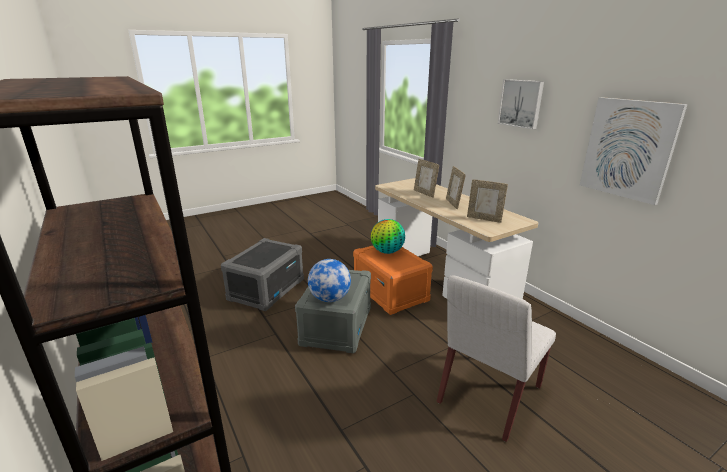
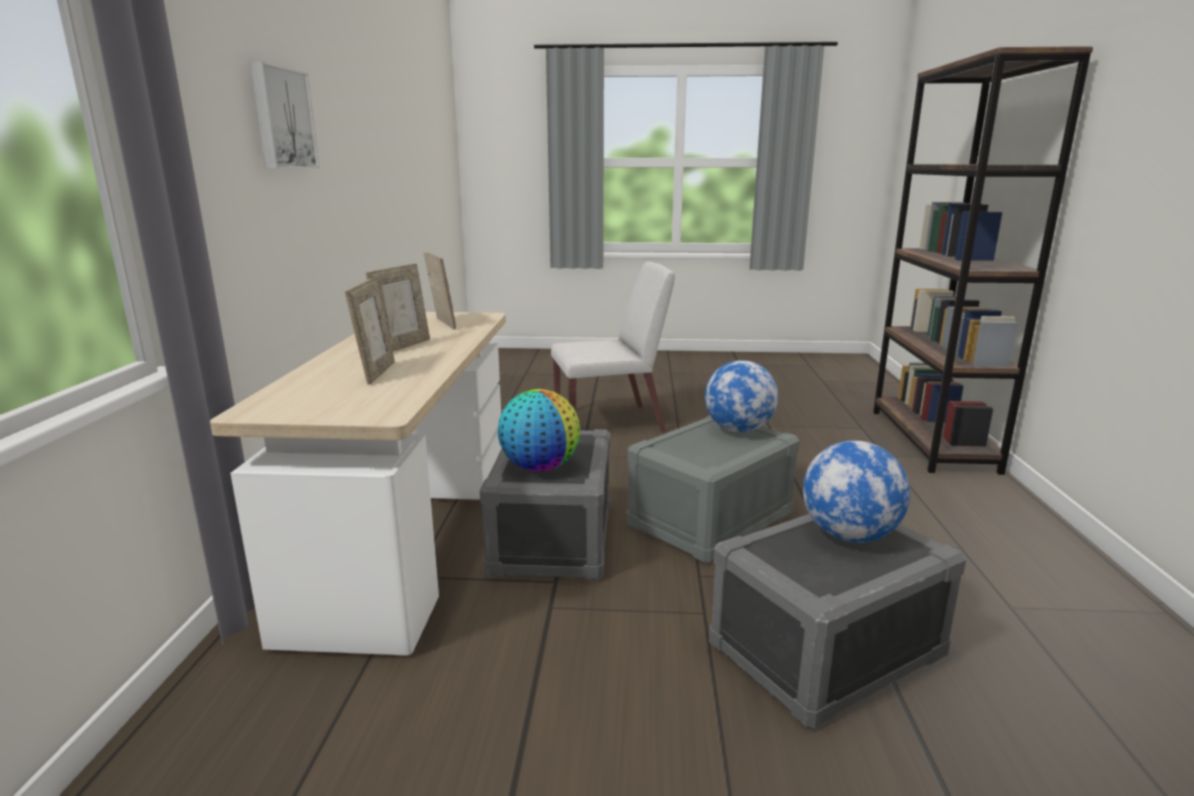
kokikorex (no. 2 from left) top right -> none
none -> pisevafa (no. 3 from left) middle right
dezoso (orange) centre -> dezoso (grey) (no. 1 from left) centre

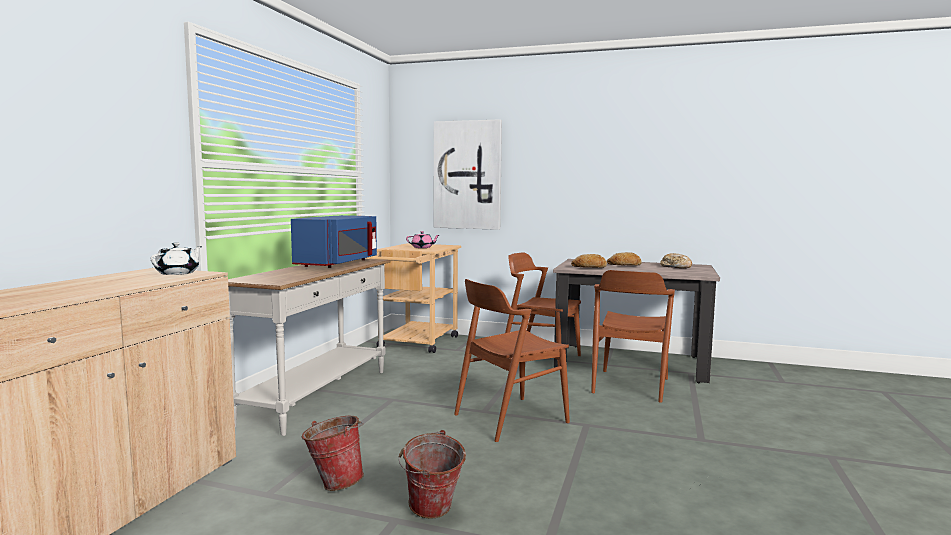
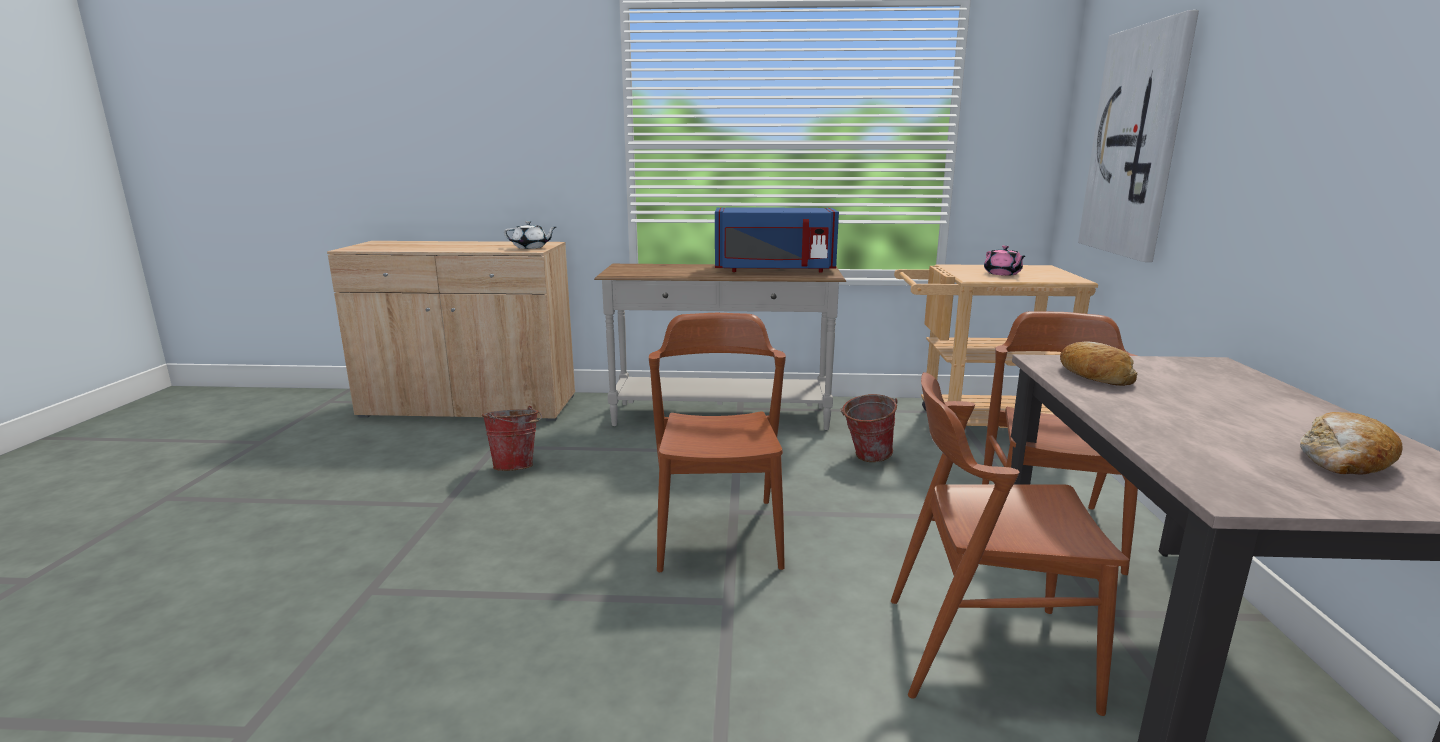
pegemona (no. 2 from left) centre -> none
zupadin (no. 2 from left) bottom centre -> zupadin (no. 2 from left) centre, shifted
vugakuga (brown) (no. 1 from left) bottom centre -> vugakuga (brown) (no. 1 from left) centre, 45 degrees clockwise

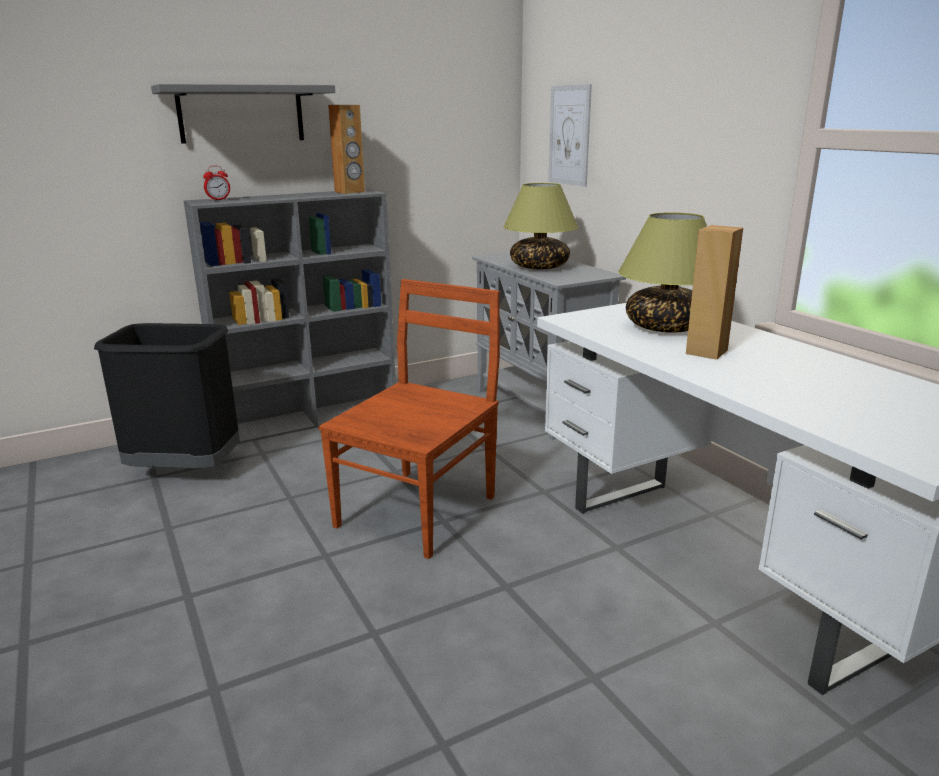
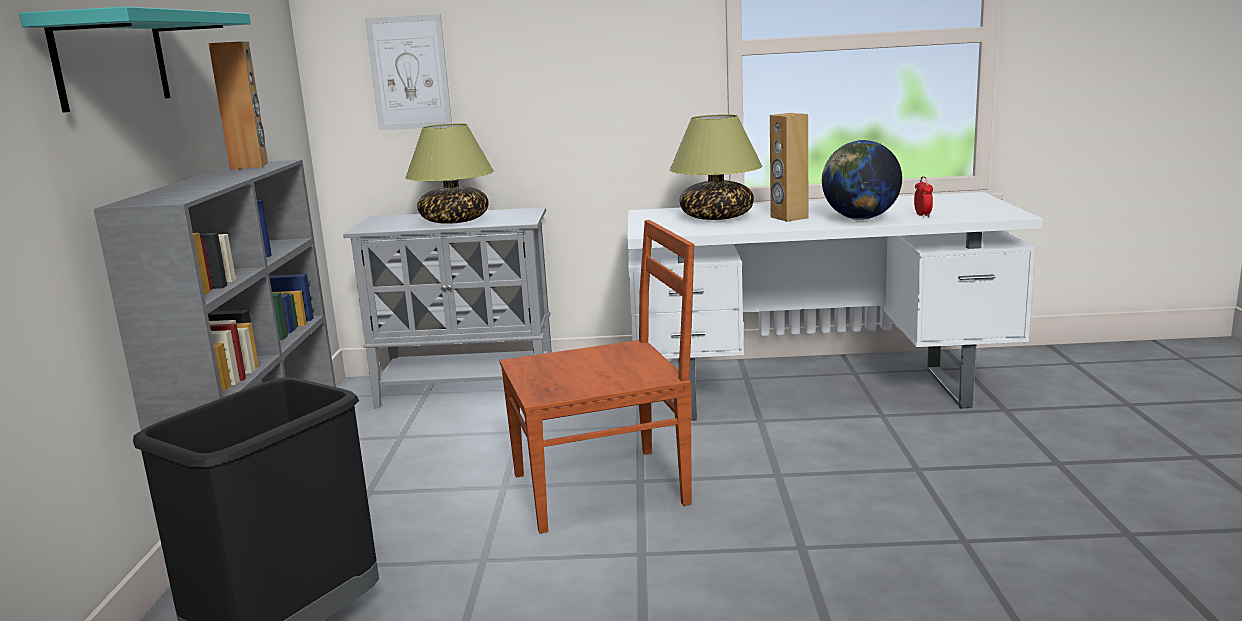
none -> pisevafa top right
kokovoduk top left -> kokovoduk top right, shifted
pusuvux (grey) top left -> pusuvux (turquoise) top left
vugakuga (brown) centre, 105 degrees clockwise

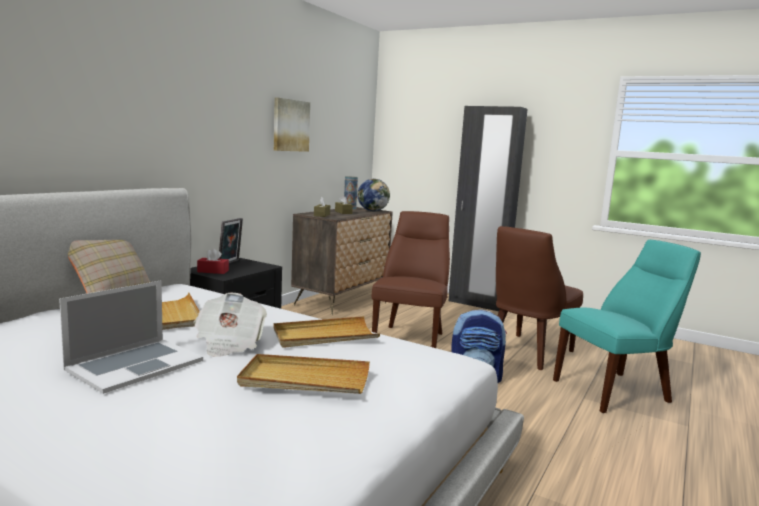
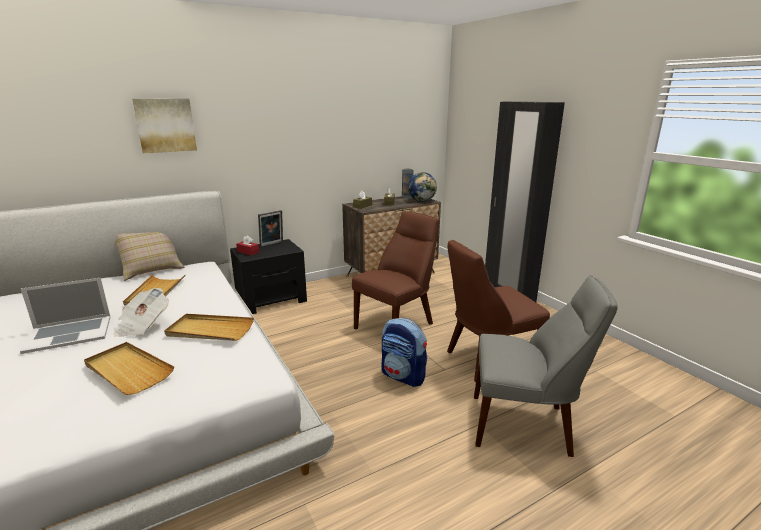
kokikorex top centre -> kokikorex top left, shifted
vugakuga (turquoise) middle right -> vugakuga (grey) bottom right

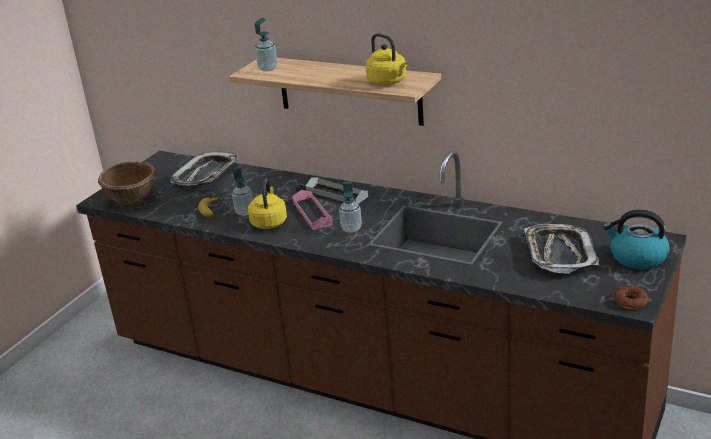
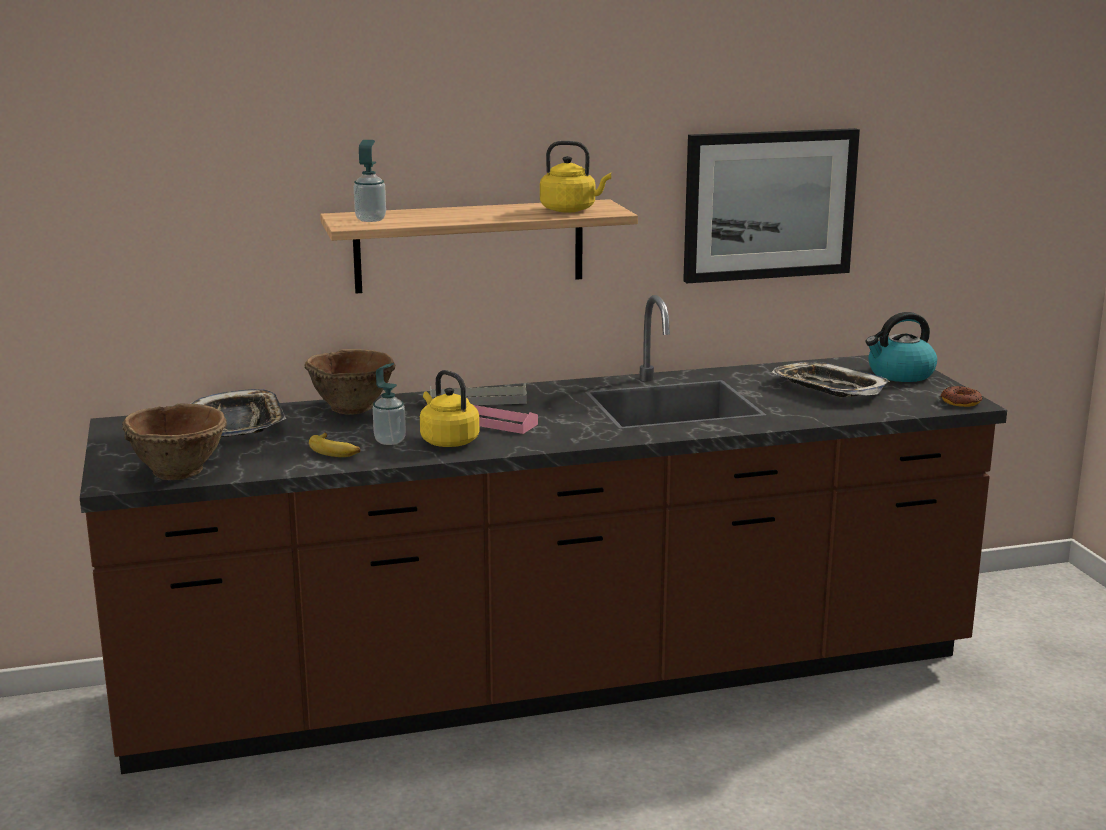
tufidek (no. 3 from left) centre -> none
none -> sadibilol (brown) (no. 2 from left) middle left
none -> kokikorex top right

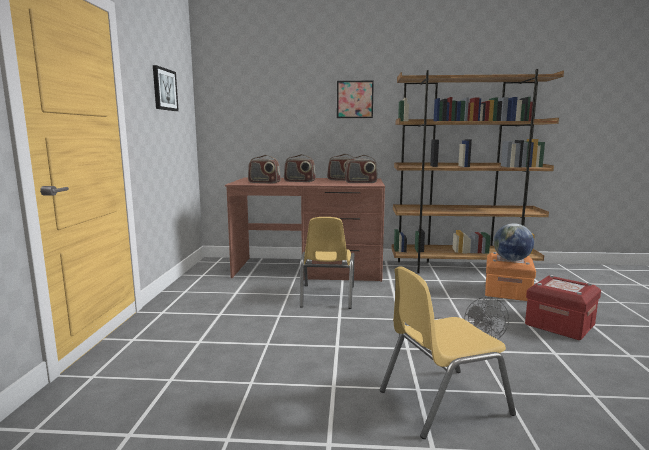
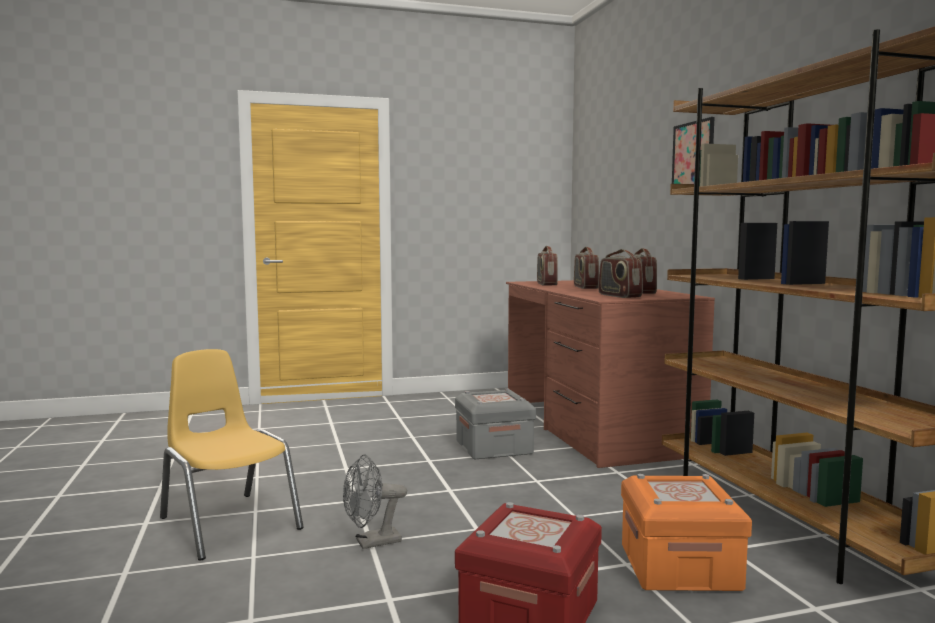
kokikorex (no. 1 from left) top left -> none
pisevafa middle right -> none
vugakuga (yellow) (no. 1 from left) centre -> dezoso (grey) bottom centre

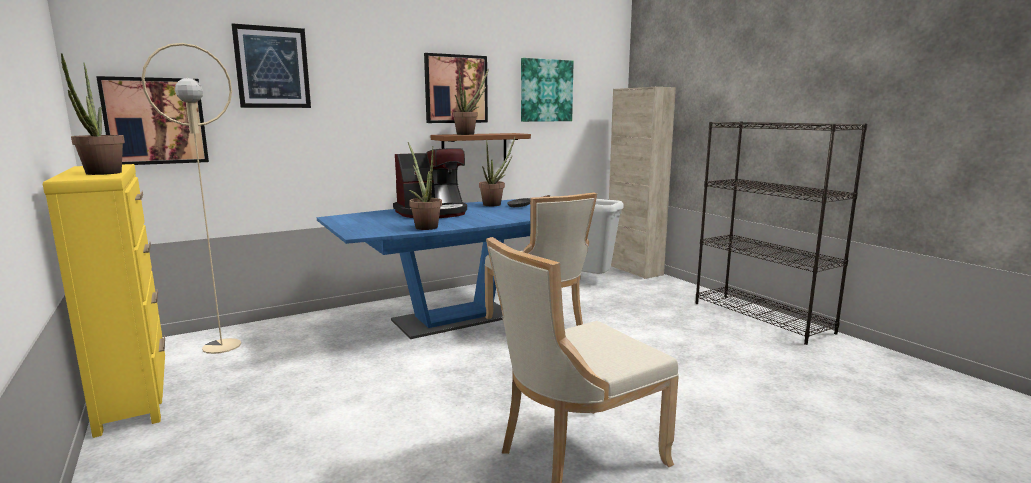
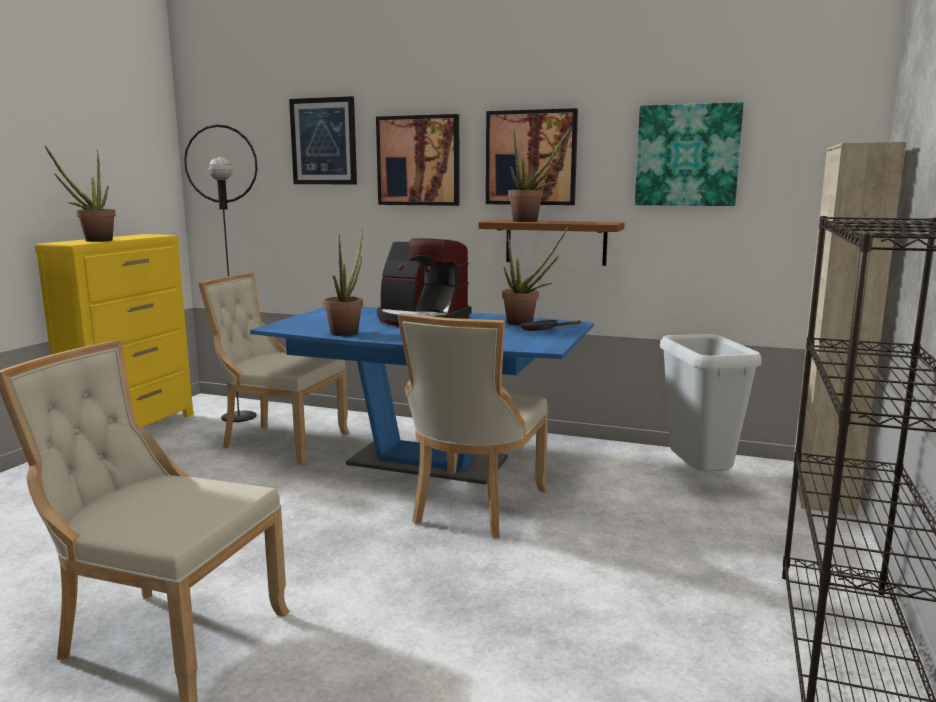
none -> vugakuga (beige) (no. 2 from left) middle left
kokikorex (no. 1 from left in the first image) top left -> kokikorex (no. 2 from left) top centre, shifted
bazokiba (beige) middle left -> bazokiba (black) middle left

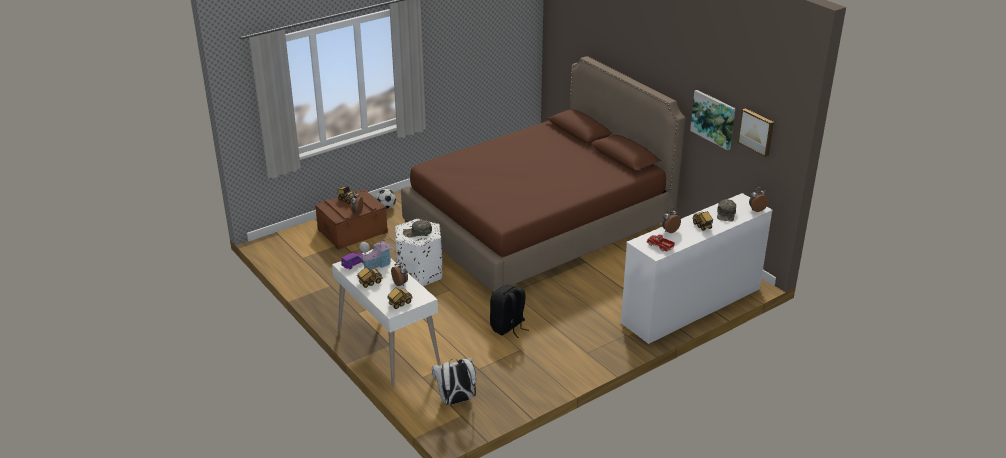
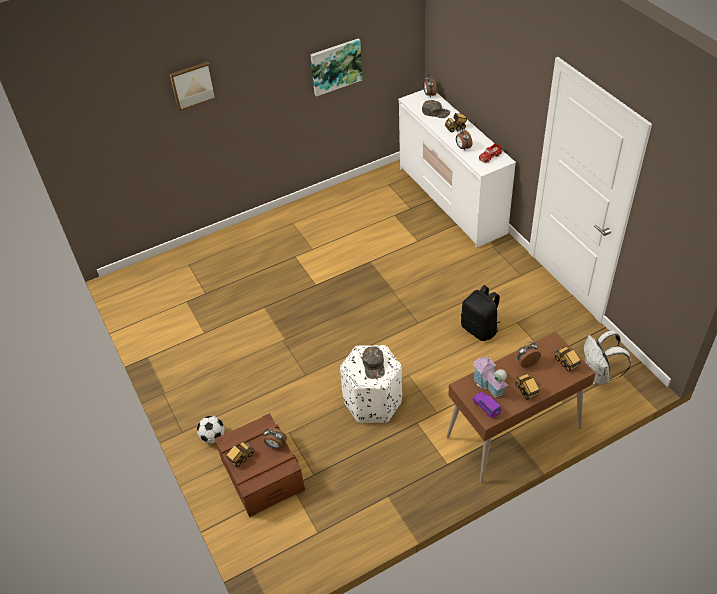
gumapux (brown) centre -> none
kokikorex (no. 2 from left in the first image) top right -> kokikorex (no. 1 from left) top left, shifted
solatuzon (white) bottom centre -> solatuzon (brown) bottom right

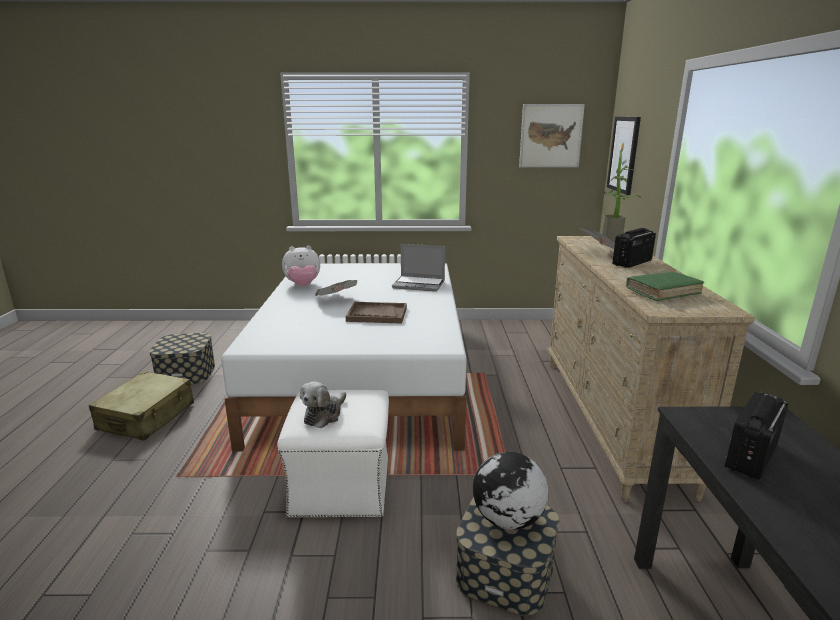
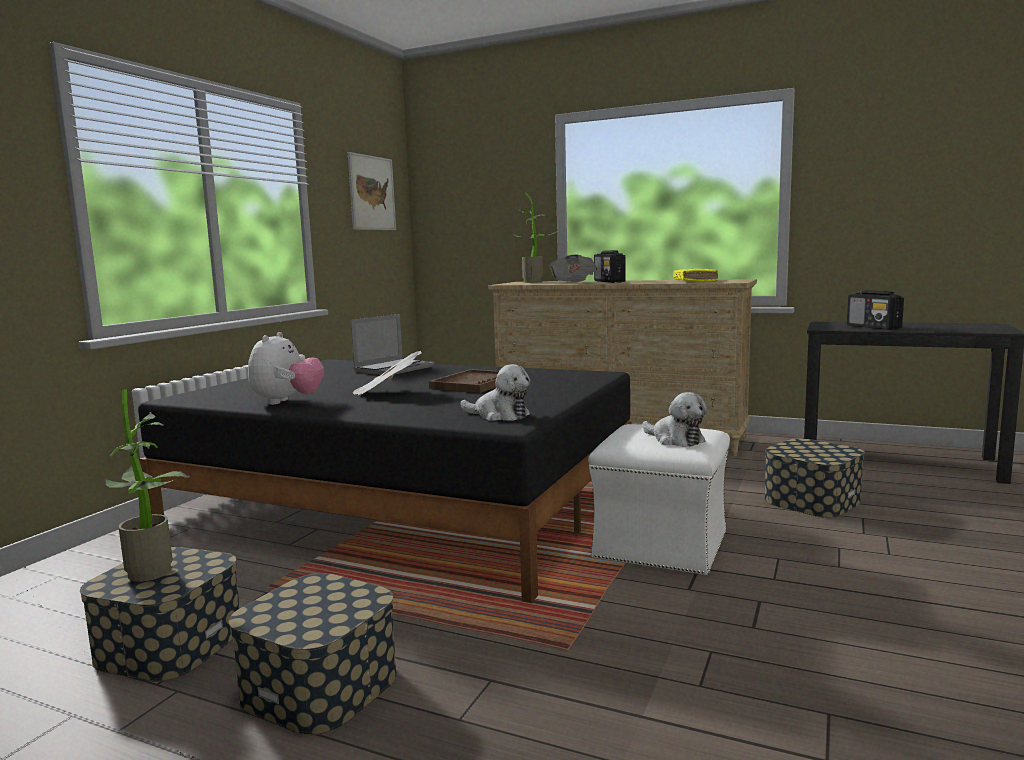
pisevafa bottom centre -> none
kokikorex (no. 2 from left) top right -> none
none -> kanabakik (no. 1 from left) middle left
none -> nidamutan (no. 2 from left) centre
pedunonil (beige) middle left -> dezoso (no. 2 from left) bottom left
gumapux (white) centre -> gumapux (black) centre
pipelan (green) middle right -> pipelan (yellow) middle right

